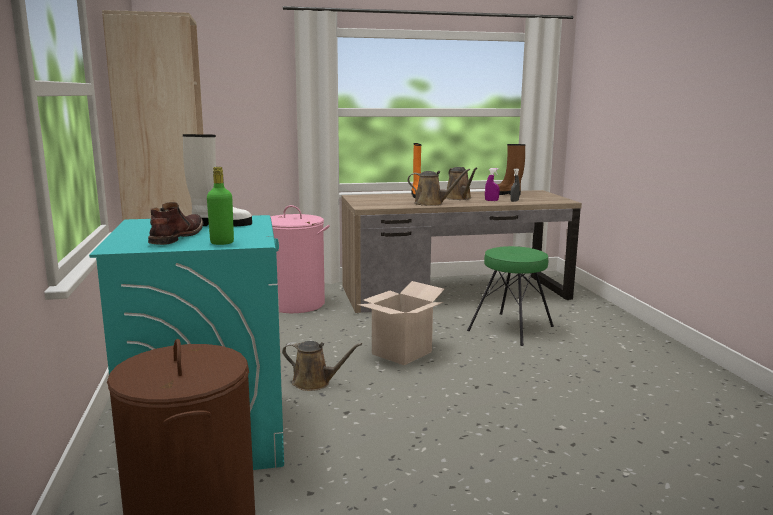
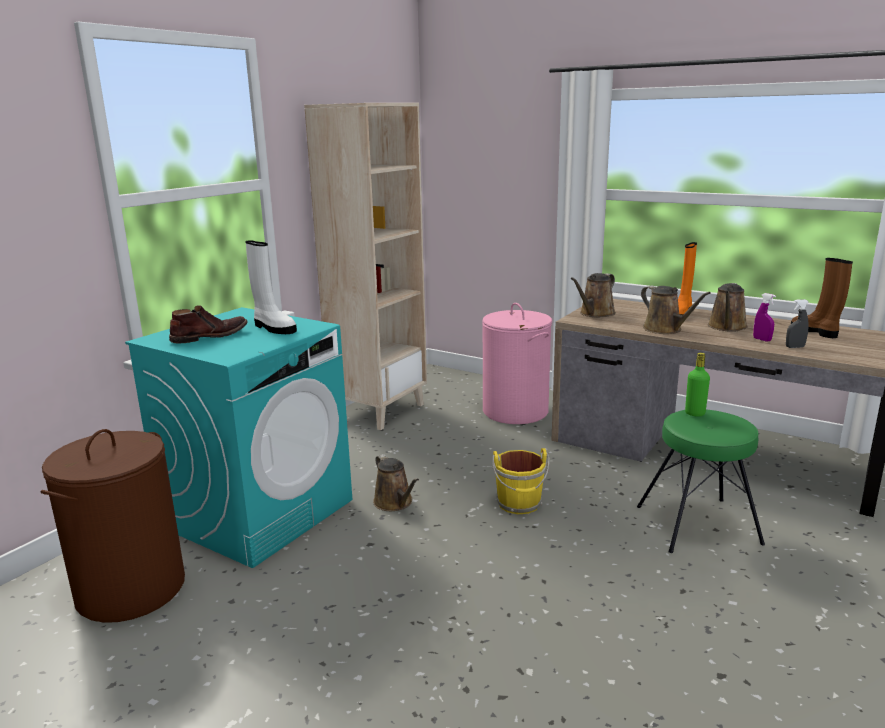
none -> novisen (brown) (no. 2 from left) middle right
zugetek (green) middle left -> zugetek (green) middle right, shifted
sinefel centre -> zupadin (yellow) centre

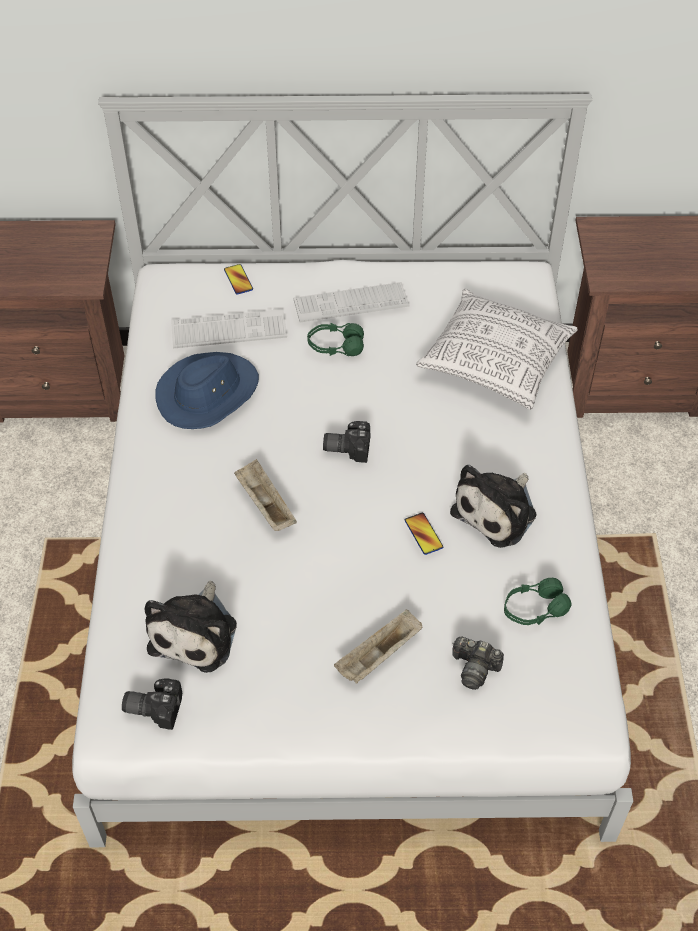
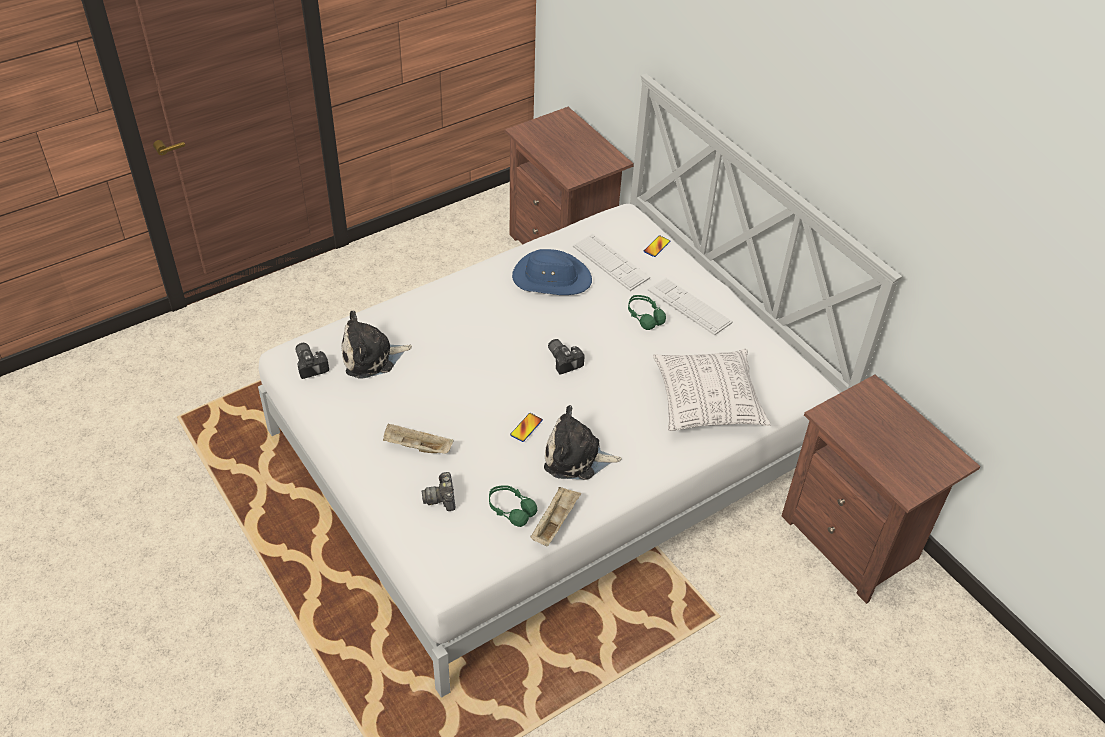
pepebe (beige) (no. 1 from left in the first image) centre -> pepebe (beige) (no. 2 from left) bottom centre, shifted

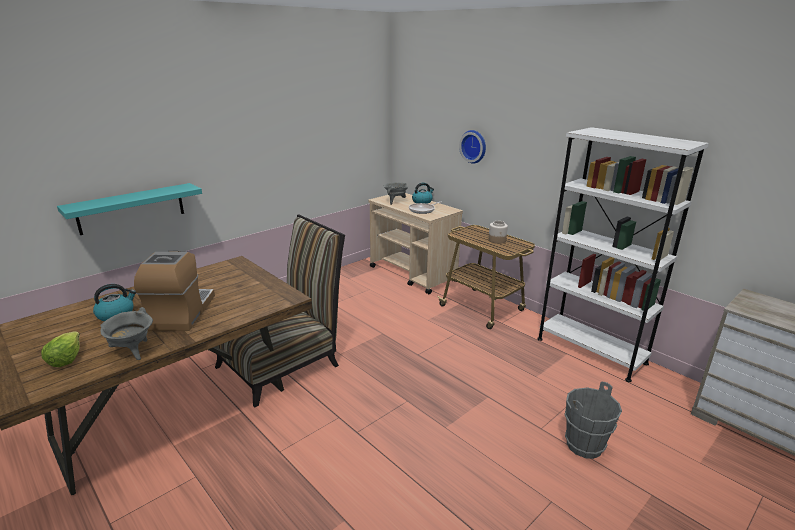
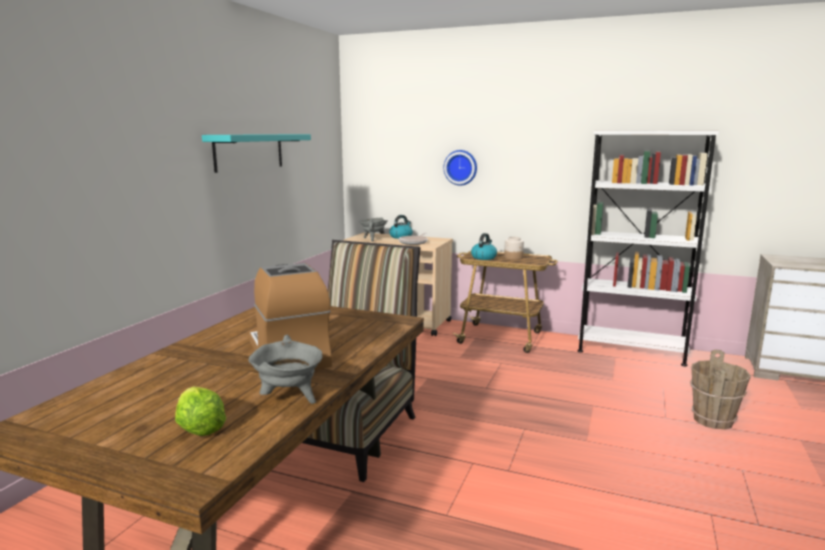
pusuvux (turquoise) middle left -> pusuvux (turquoise) top left, shifted
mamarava (no. 1 from left in the first image) middle left -> mamarava (no. 2 from left) centre, shifted
zupadin (grey) bottom right -> zupadin (brown) bottom right

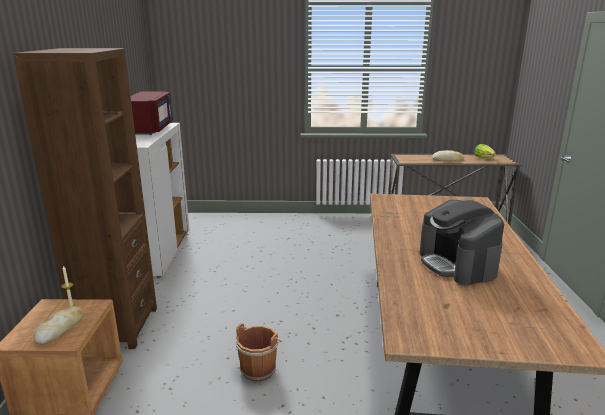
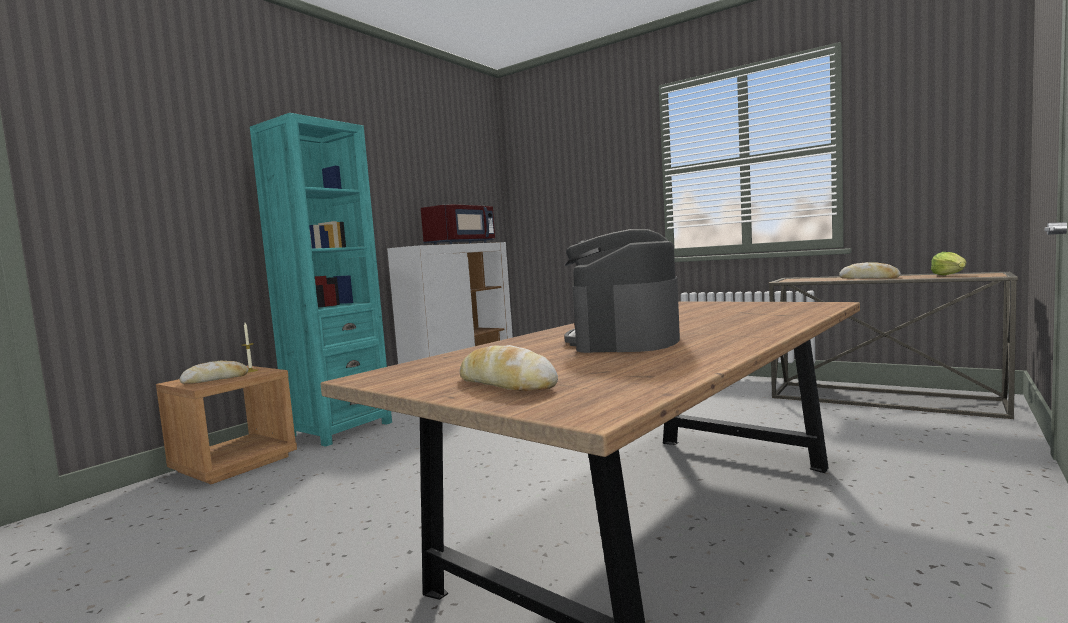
zupadin (brown) bottom centre -> none
none -> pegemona (no. 2 from left) centre
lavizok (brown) middle left -> lavizok (turquoise) middle left

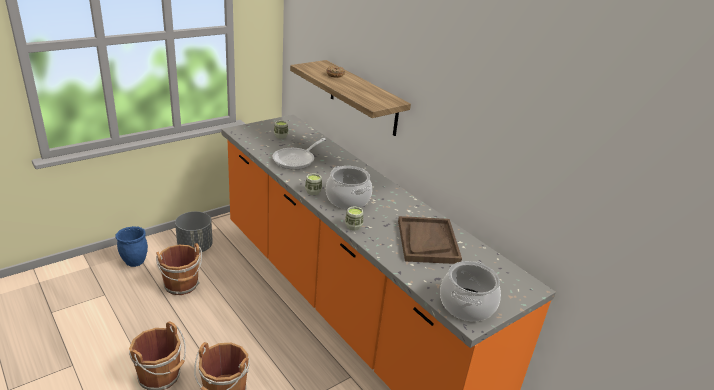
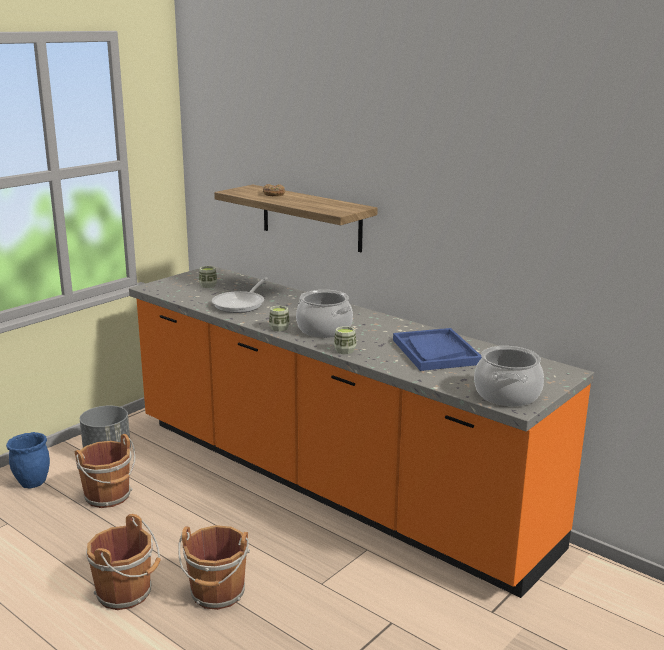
pepebe (brown) centre -> pepebe (blue) centre

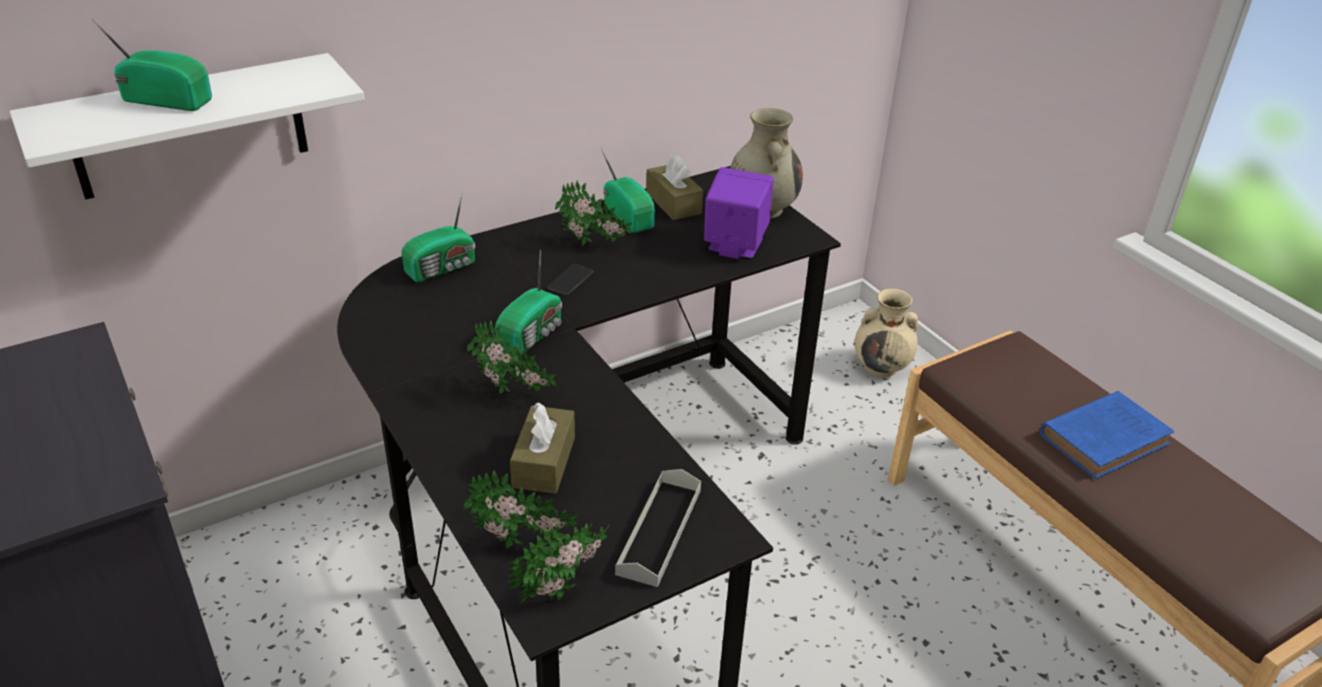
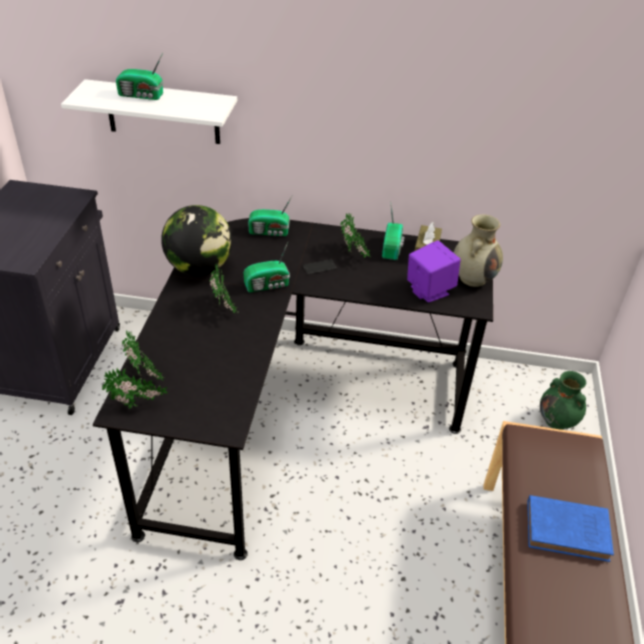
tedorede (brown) (no. 1 from left) centre -> none
pepebe (grey) bottom centre -> none
none -> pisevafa middle left
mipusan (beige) (no. 2 from left) middle right -> mipusan (green) middle right
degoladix (no. 1 from left) top left, 135 degrees clockwise

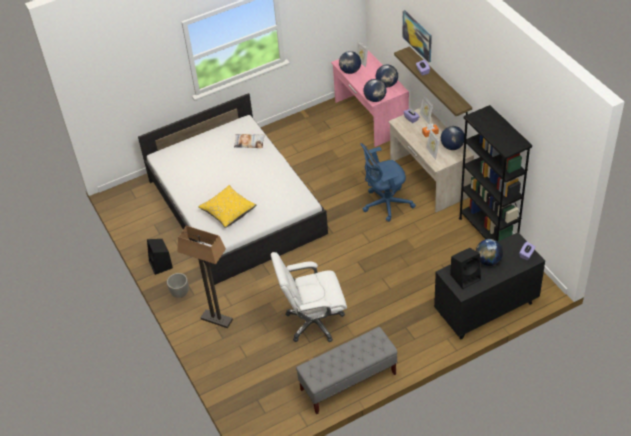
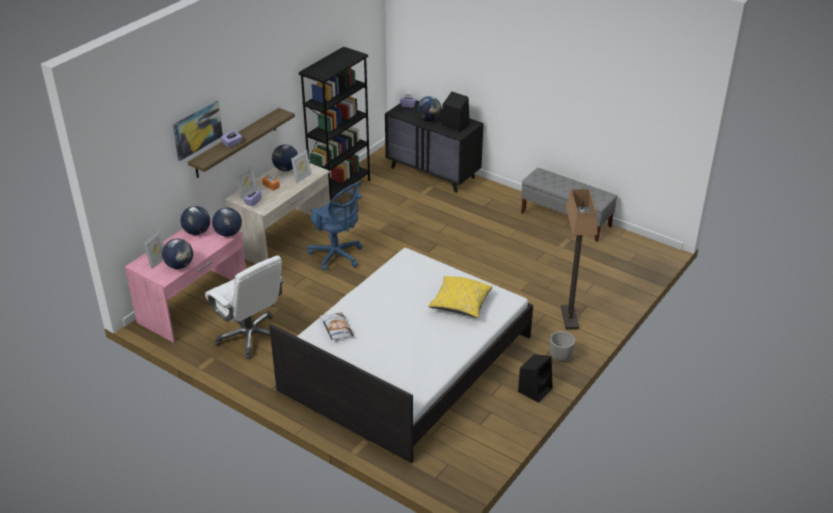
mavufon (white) bottom centre -> mavufon (white) middle left, shifted

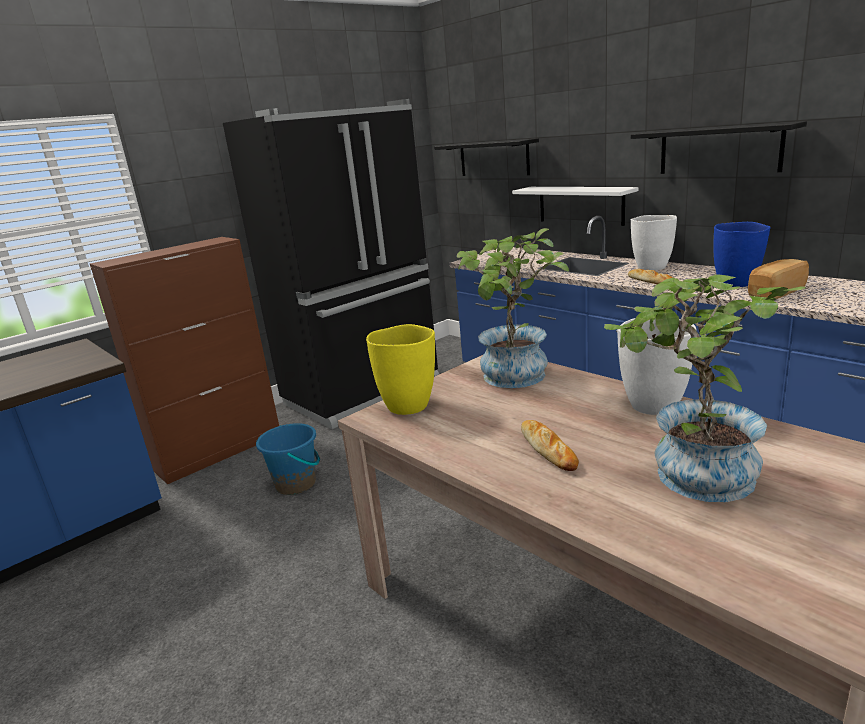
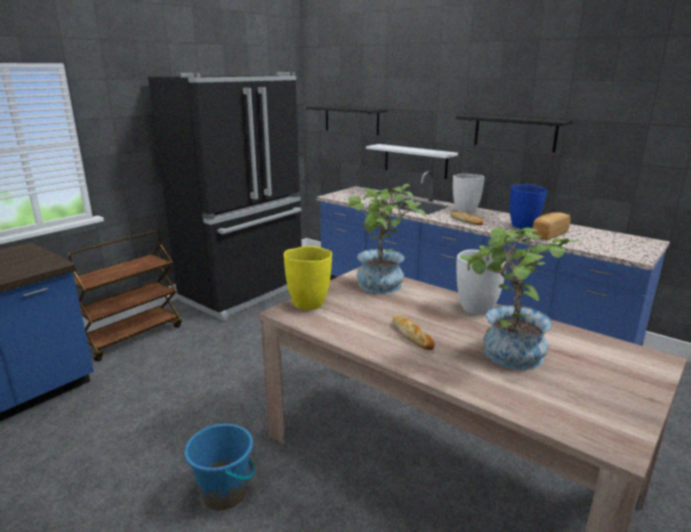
zupadin (blue) middle left -> zupadin (blue) bottom left, shifted
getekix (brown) middle left -> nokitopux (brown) middle left

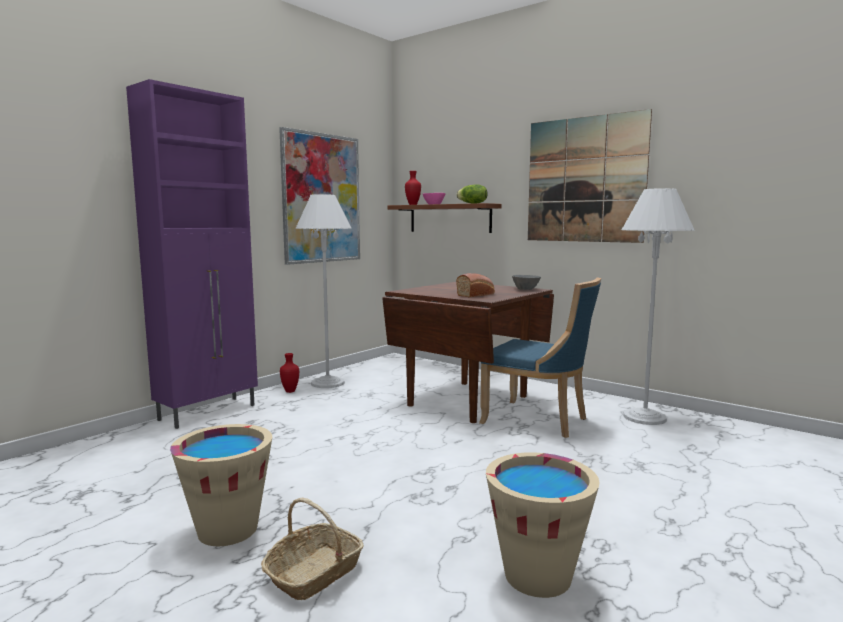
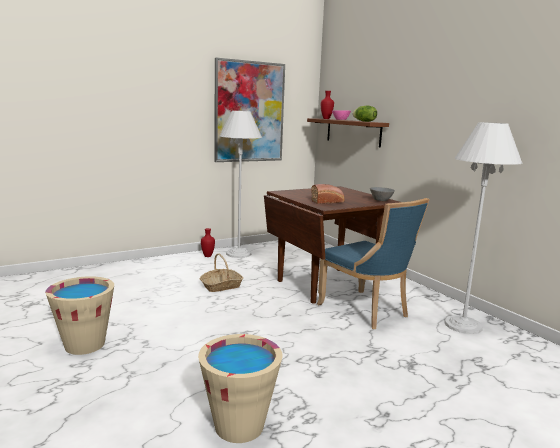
getekix (purple) middle left -> none
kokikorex (no. 2 from left) top right -> none
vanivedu bottom centre -> vanivedu centre, shifted

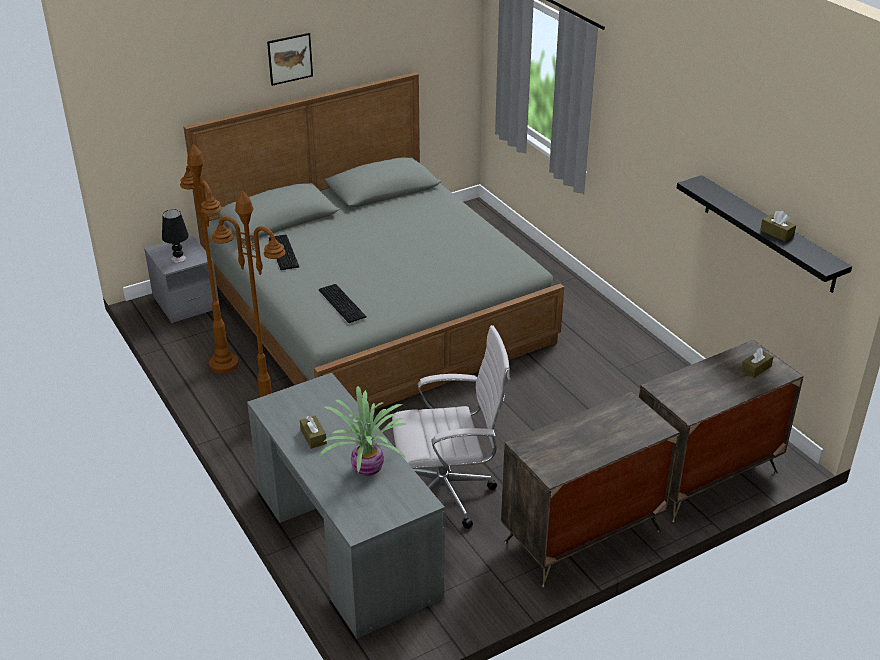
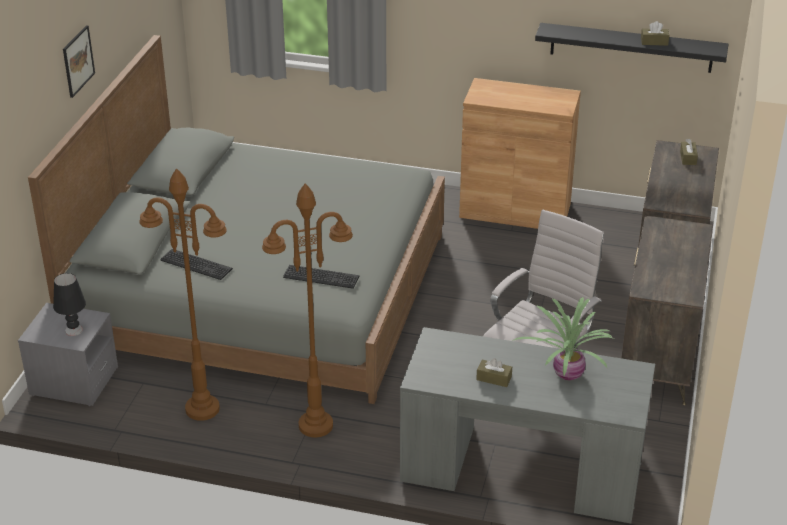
none -> getekix (brown) top centre

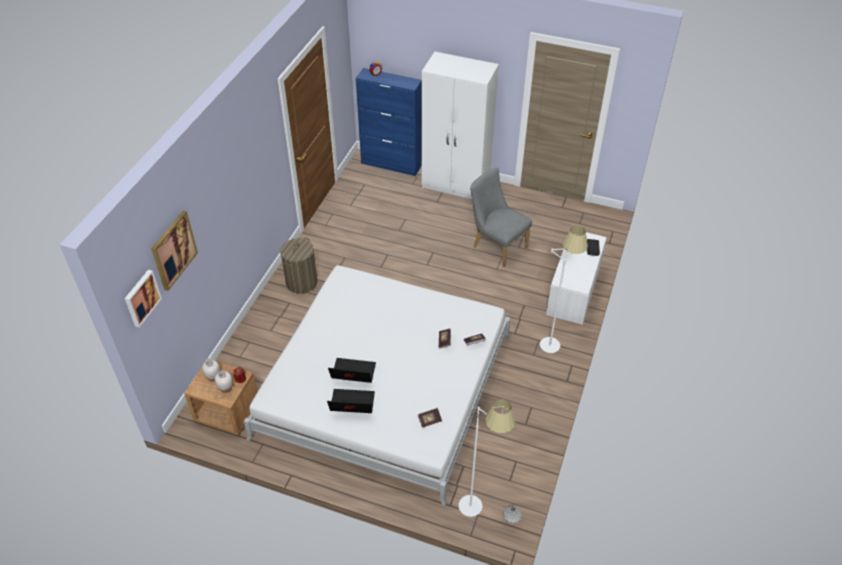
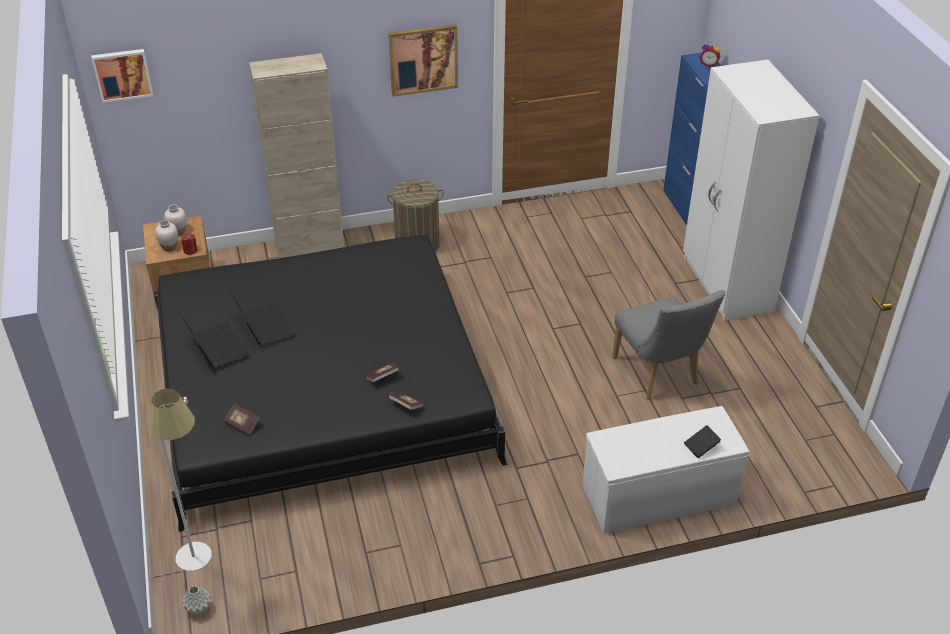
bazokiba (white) (no. 2 from left) middle right -> none
none -> getekix (beige) top left
kokikorex (no. 2 from left) middle left -> kokikorex (no. 2 from left) top centre, shifted
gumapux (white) bottom centre -> gumapux (black) centre
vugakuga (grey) centre -> vugakuga (grey) middle right, 150 degrees clockwise

